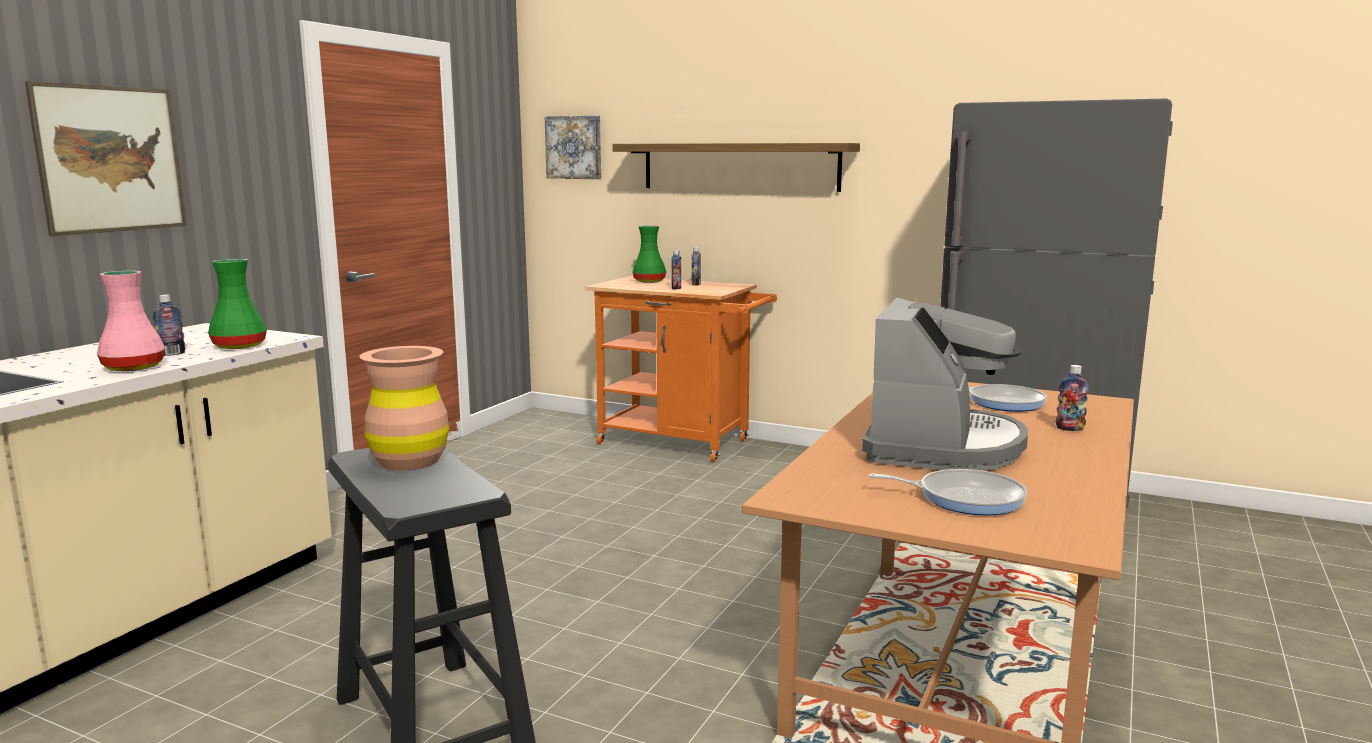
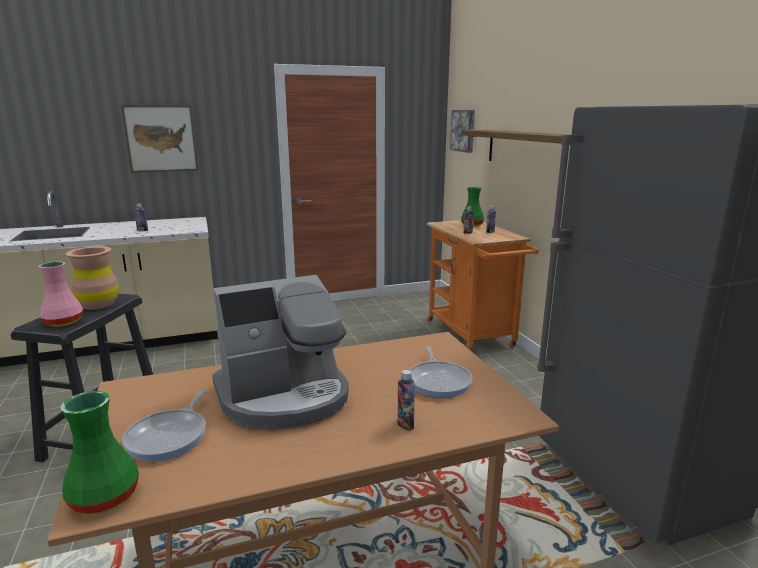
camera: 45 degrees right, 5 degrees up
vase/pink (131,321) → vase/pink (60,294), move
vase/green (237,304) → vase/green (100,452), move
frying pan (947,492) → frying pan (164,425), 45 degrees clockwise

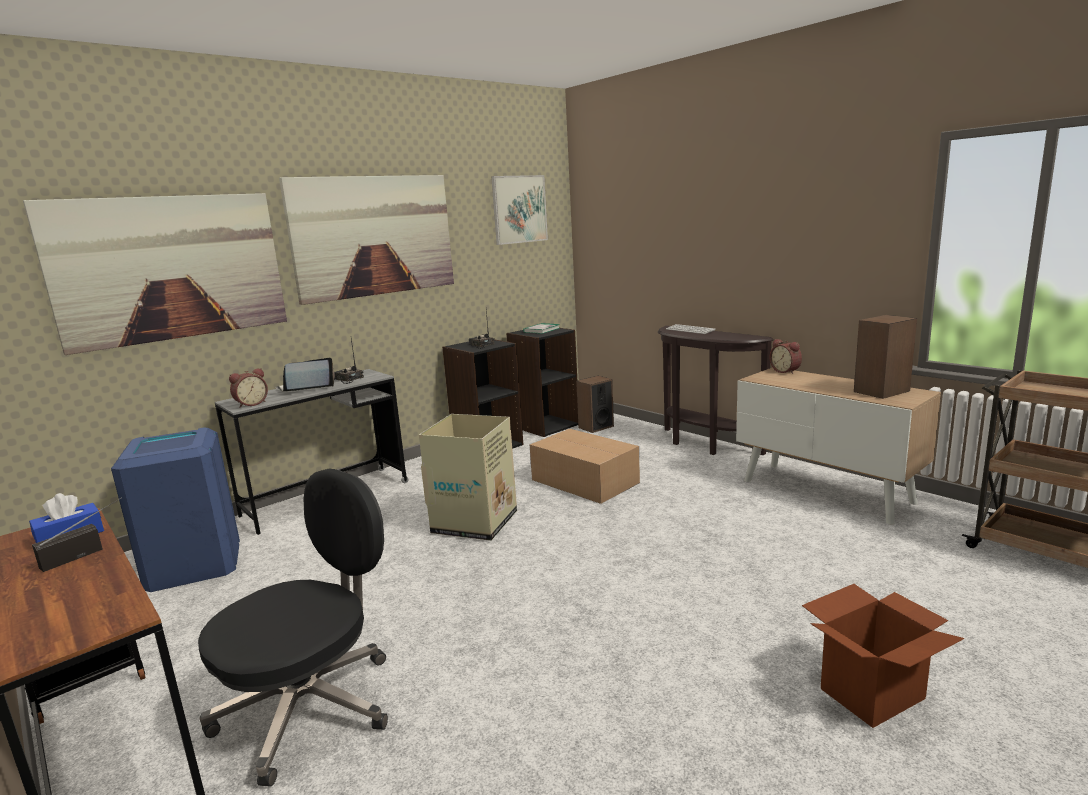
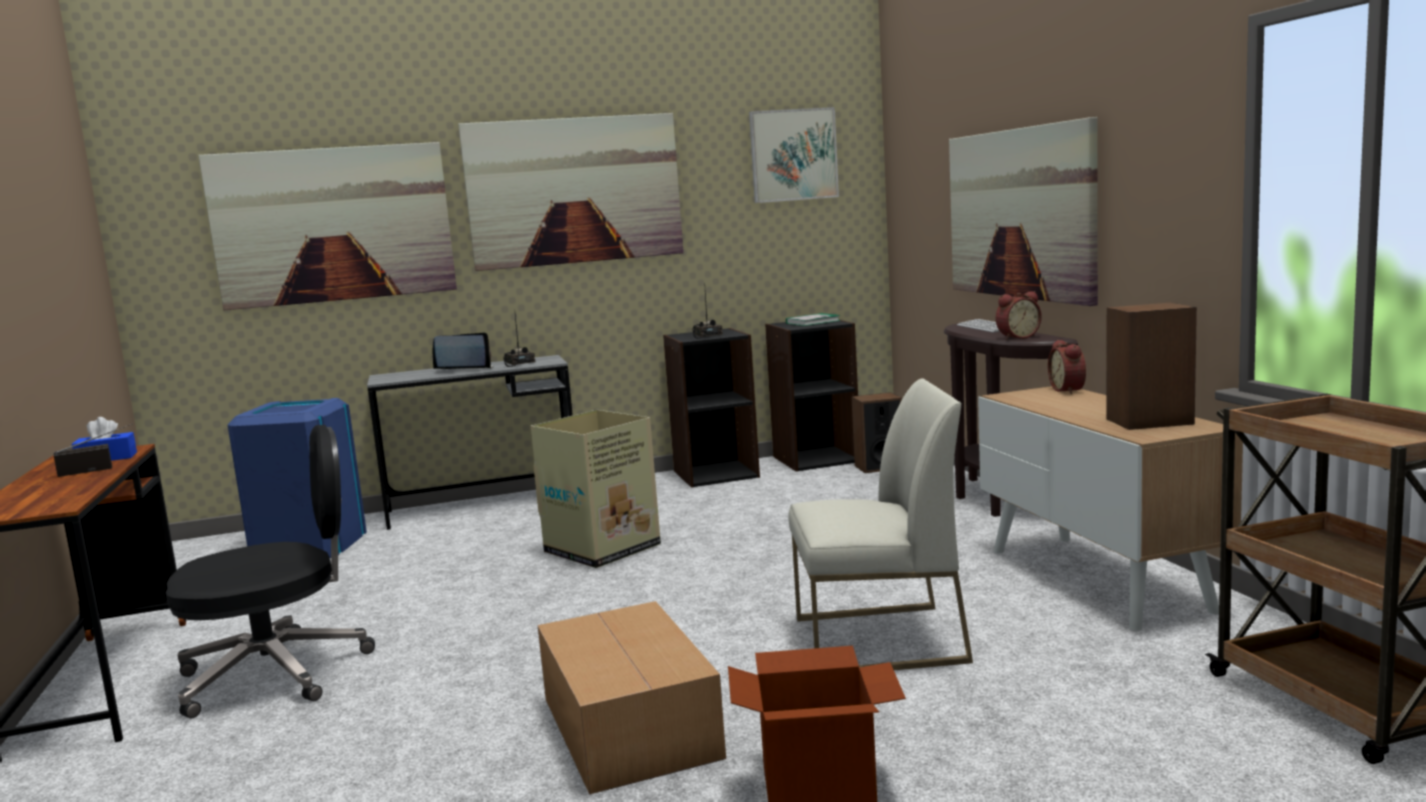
camera: 25 degrees right, 5 degrees down
- → chair/white (880,524)
- → picture (1023,211)
alarm clock (248,388) → alarm clock (1018,315), move
cardboard box (585,466) → cardboard box (632,698), move

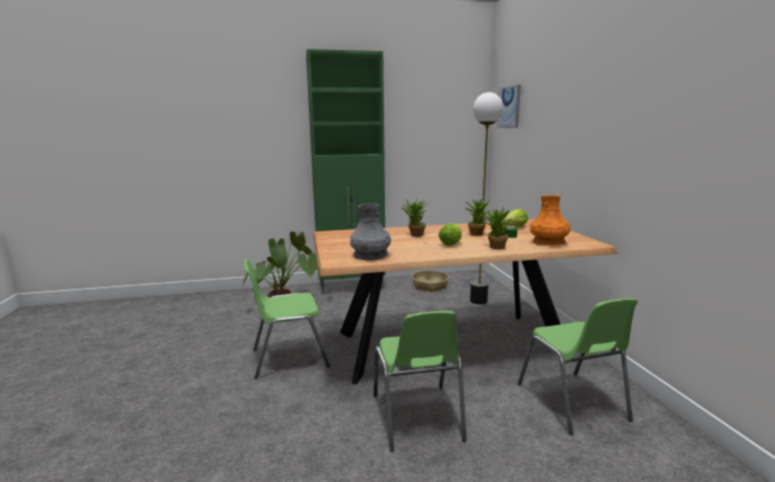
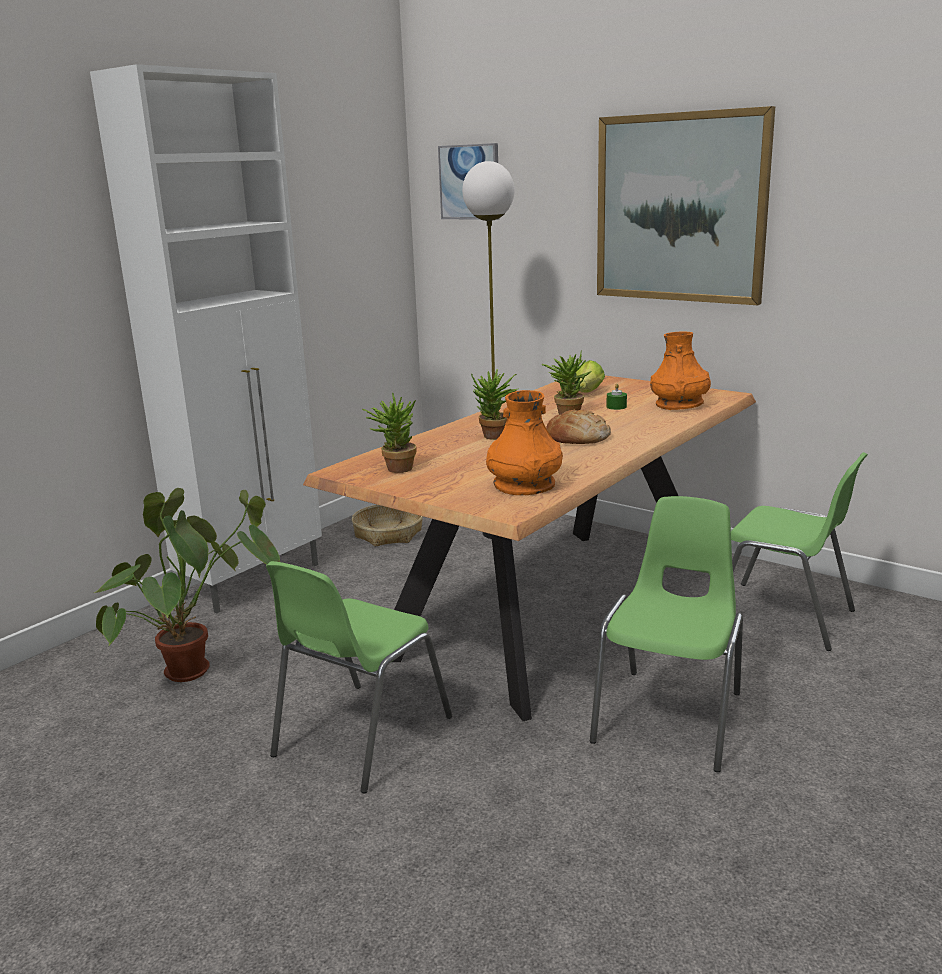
camera: 40 degrees left, 5 degrees up
- → picture (686,205)
potted plant (496,228) → potted plant (389,432), move
lettuce (450,234) → bread (578,426)
cabinet/green (346,171) → cabinet/white (206,338)
vase/grey (370,231) → vase/orange (524,442)
chair/green (420,381) → chair/green (666,634), 105 degrees counterclockwise

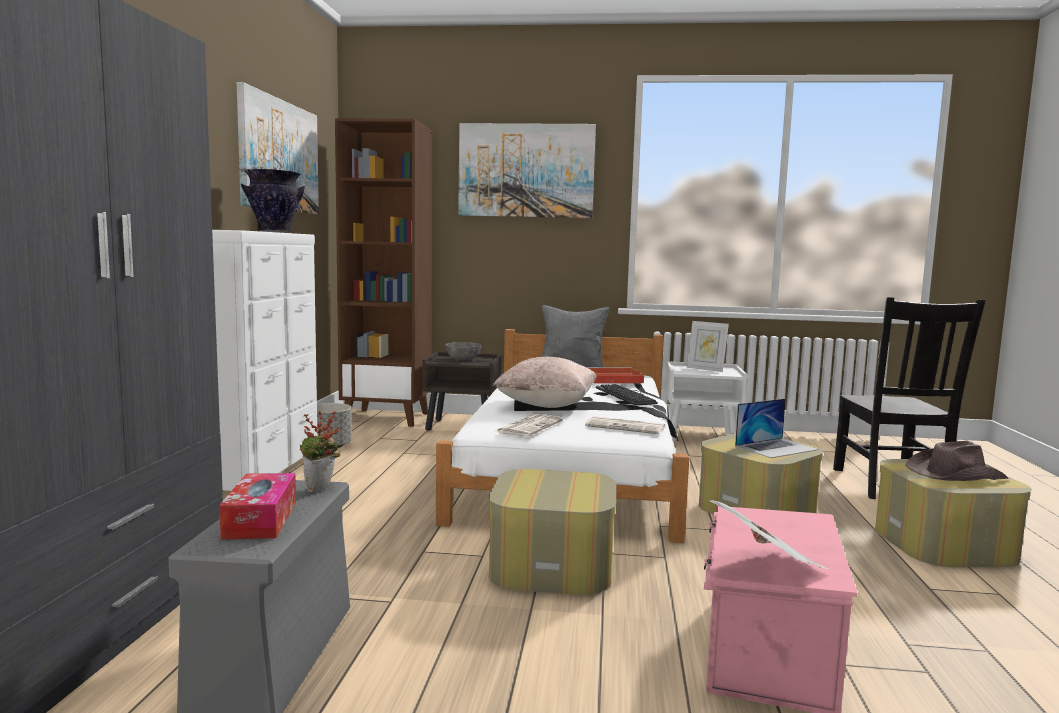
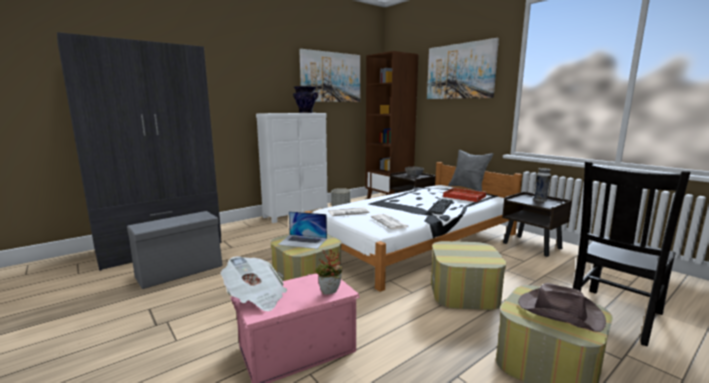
camera: 45 degrees right, 5 degrees up
tissue box (257,506) → -
pillow/beige (545,382) → -
potted plant (320,451) → potted plant (328,272), move
laptop (777,428) → laptop (302,230), move
picture frame (708,346) → vase (542,185)
nightstand/white (706,402) → nightstand/brown (537,224)

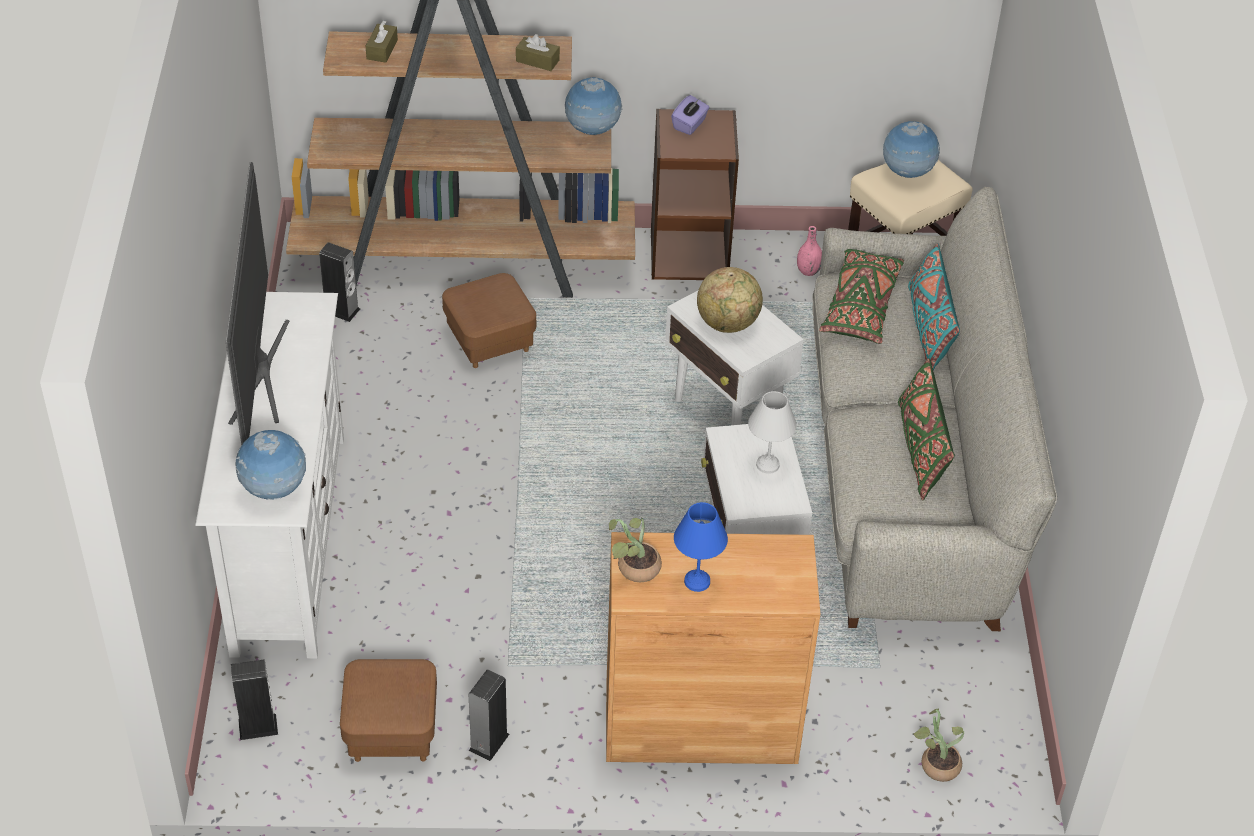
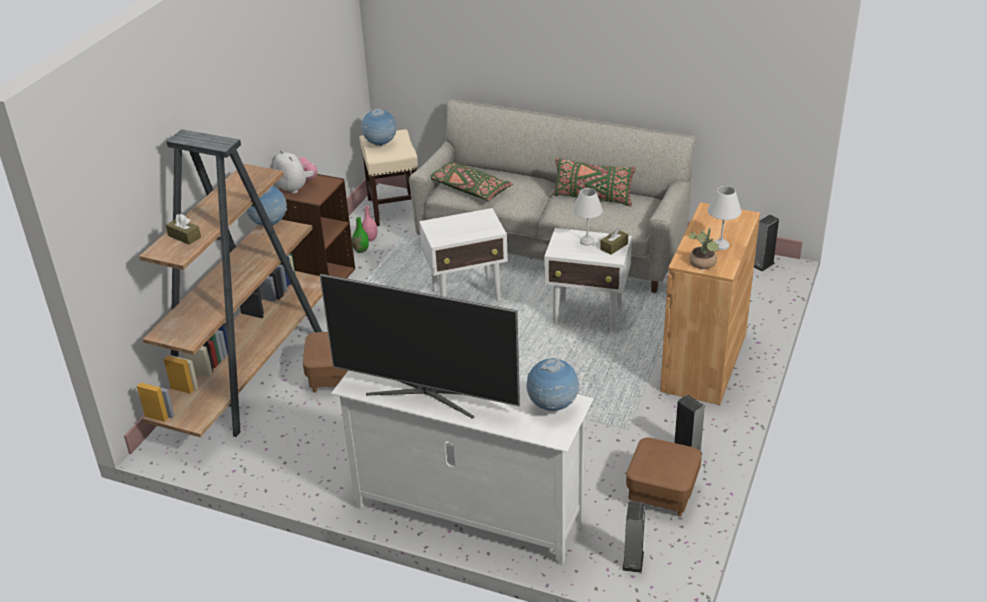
camera: 65 degrees left, 10 degrees down
globe (730,300) → -
pillow/turquoise (934,306) → -
potted plant (938,745) → -
- → vase/green (360,235)
speaker (339,282) → speaker (766,243), move
tissue box/brown (538,52) → tissue box/brown (614,241), move
tissue box/purple (690,115) → plush toy (295,172)
table lamp/blue (701,547) → table lamp/white (724,218)

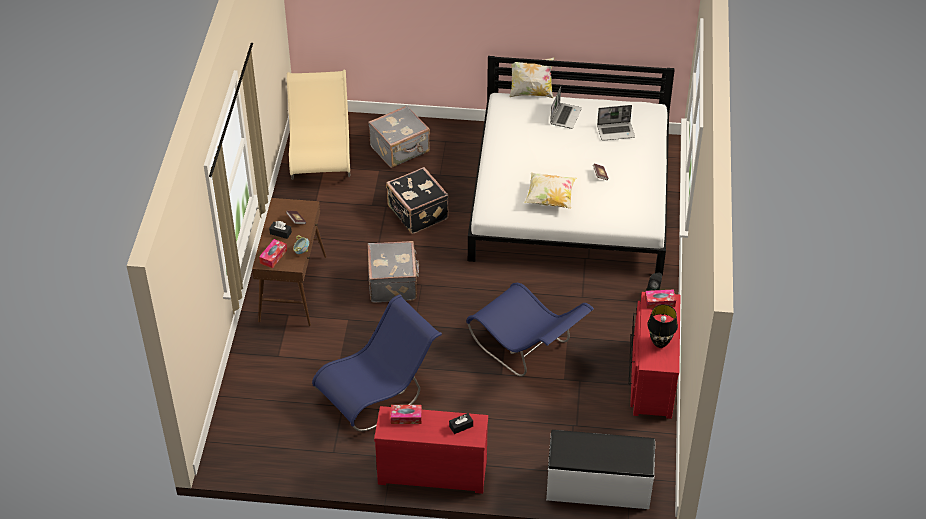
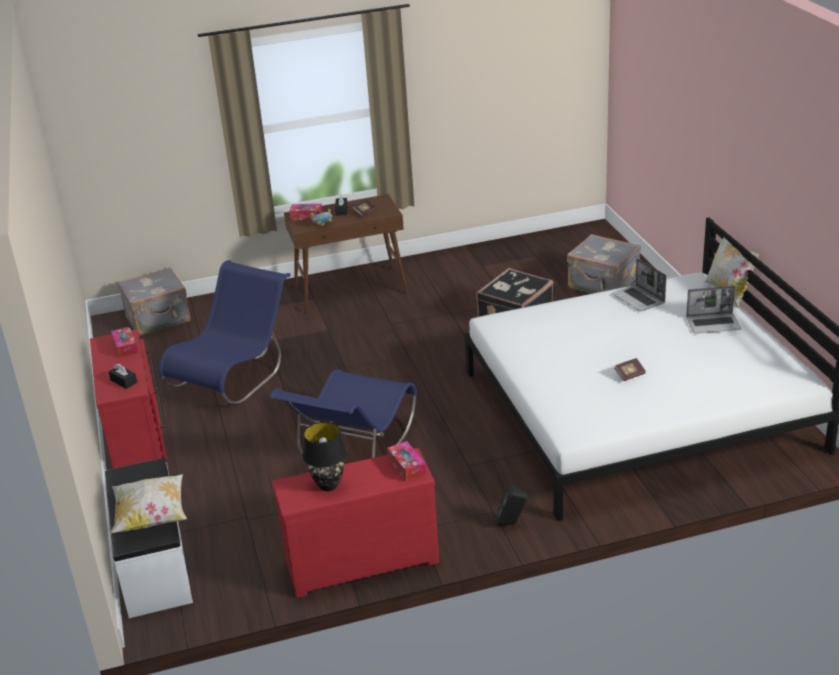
camera: 70 degrees right, 15 degrees down
chair/beige (318,125) → -
suitcase/grey (393,272) → suitcase/grey (154,301), move
pillow (550,191) → pillow (149,503), move
laptop (616,123) → laptop (639,284), move
chair/blue (377,362) → chair/blue (225,332), 90 degrees counterclockwise

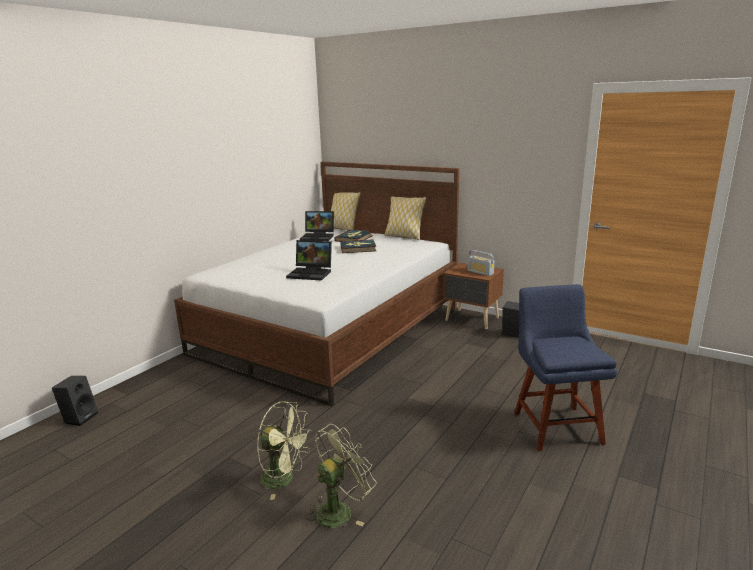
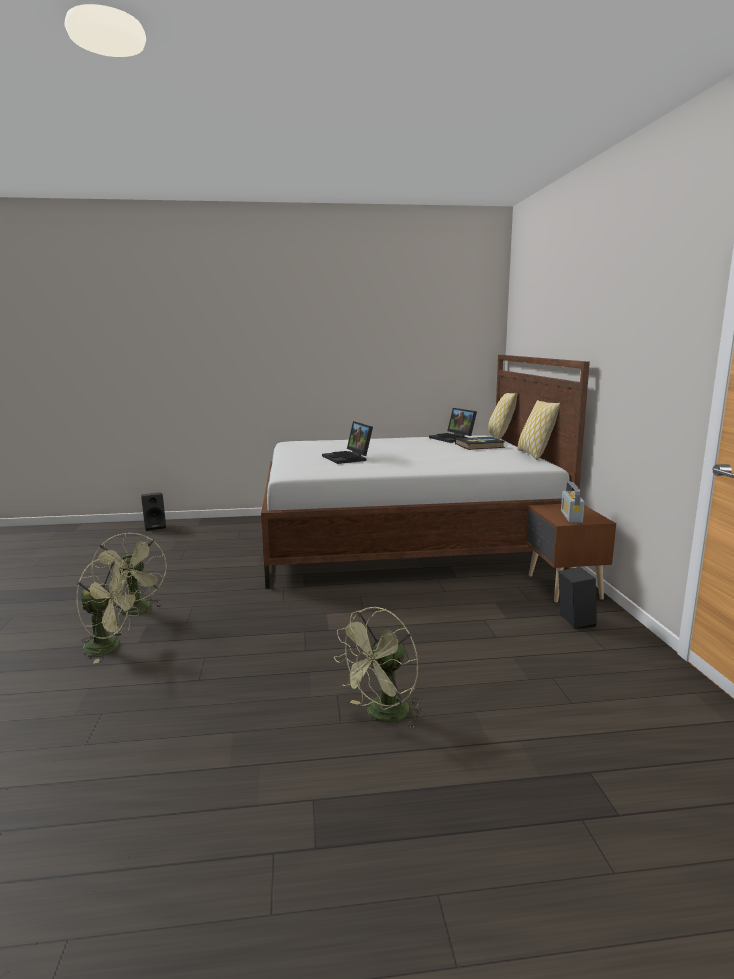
camera: 50 degrees right, 5 degrees down
book (358,246) → -
chair/blue (565,367) → fan/green (378,667)

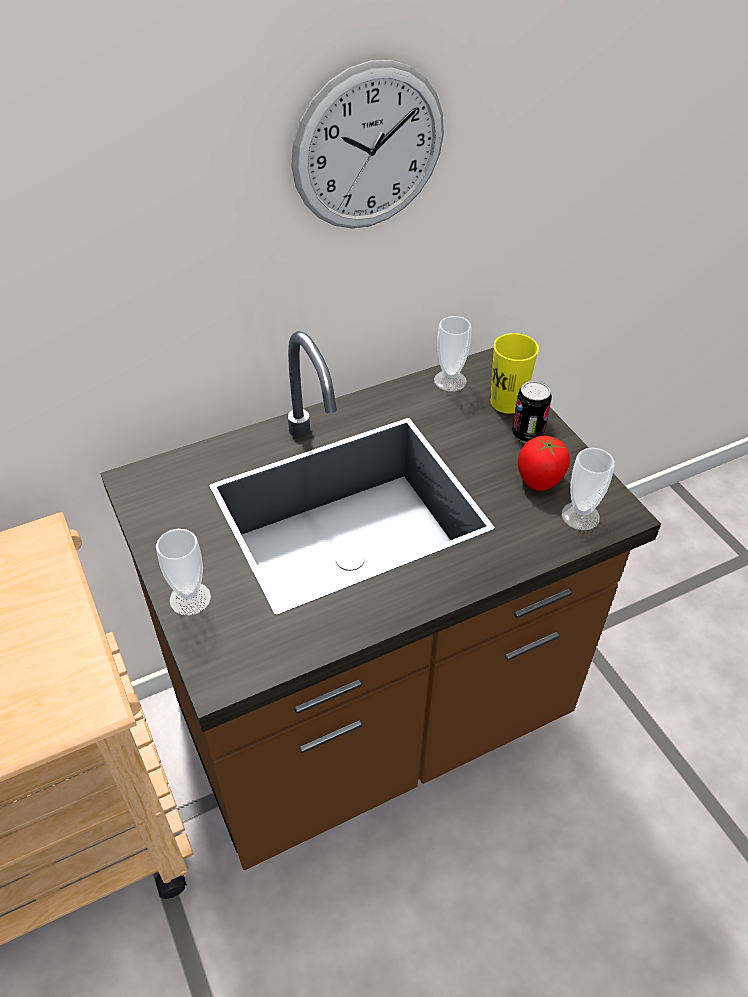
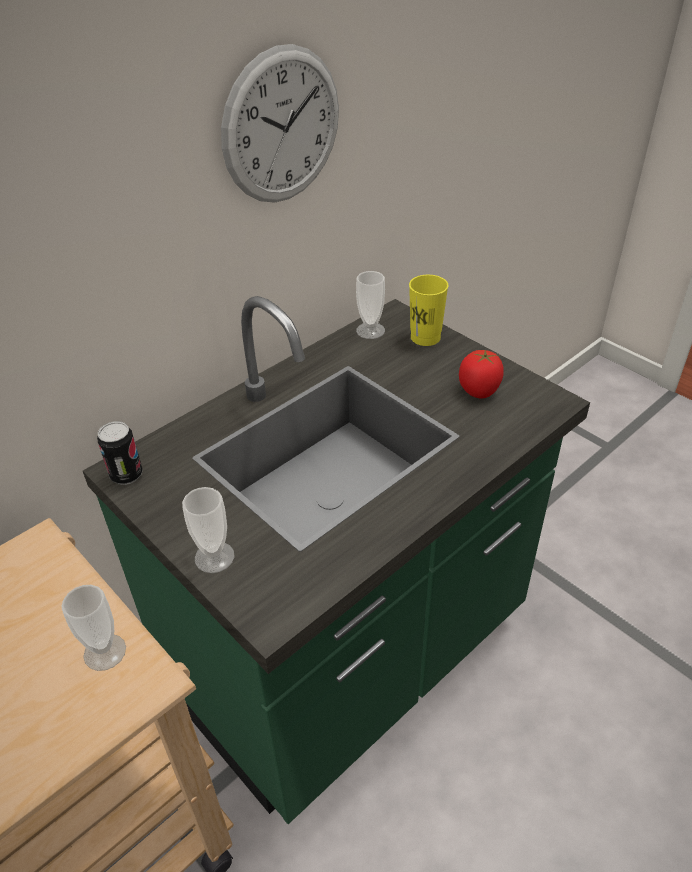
camera: 15 degrees left, 5 degrees down
can (532,412) → can (120,453), move
cup (588,489) → cup (93,628), move
counter/brown (380,600) → counter/green (336,560)

